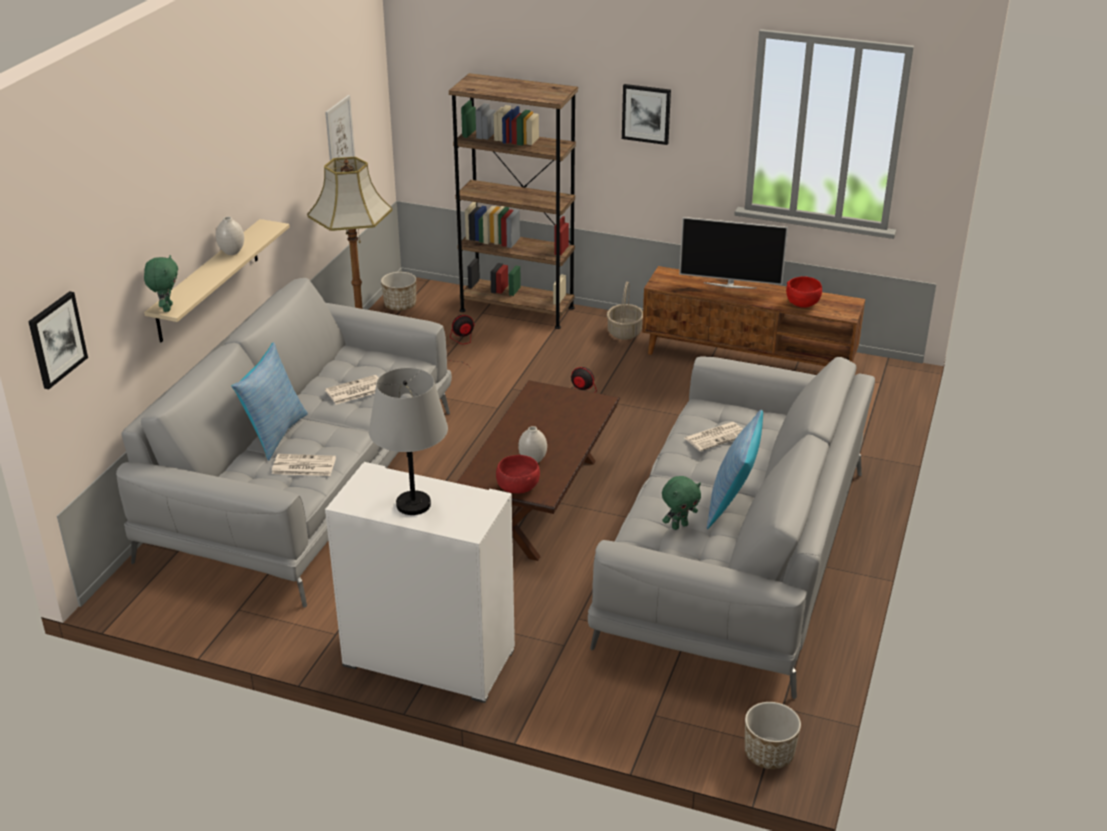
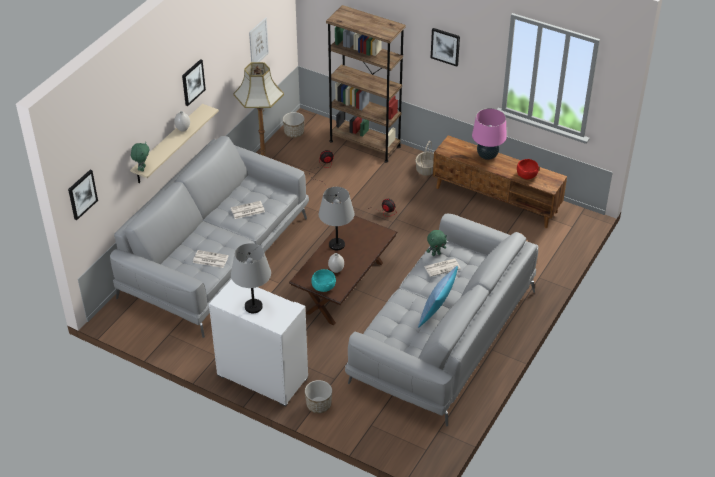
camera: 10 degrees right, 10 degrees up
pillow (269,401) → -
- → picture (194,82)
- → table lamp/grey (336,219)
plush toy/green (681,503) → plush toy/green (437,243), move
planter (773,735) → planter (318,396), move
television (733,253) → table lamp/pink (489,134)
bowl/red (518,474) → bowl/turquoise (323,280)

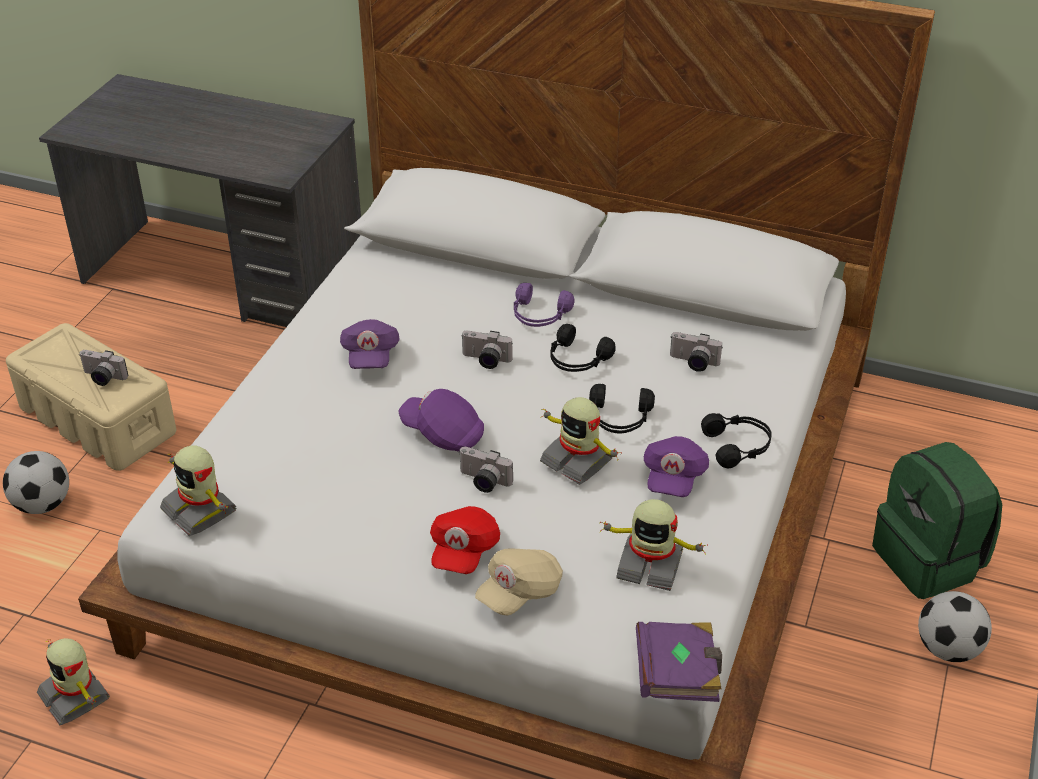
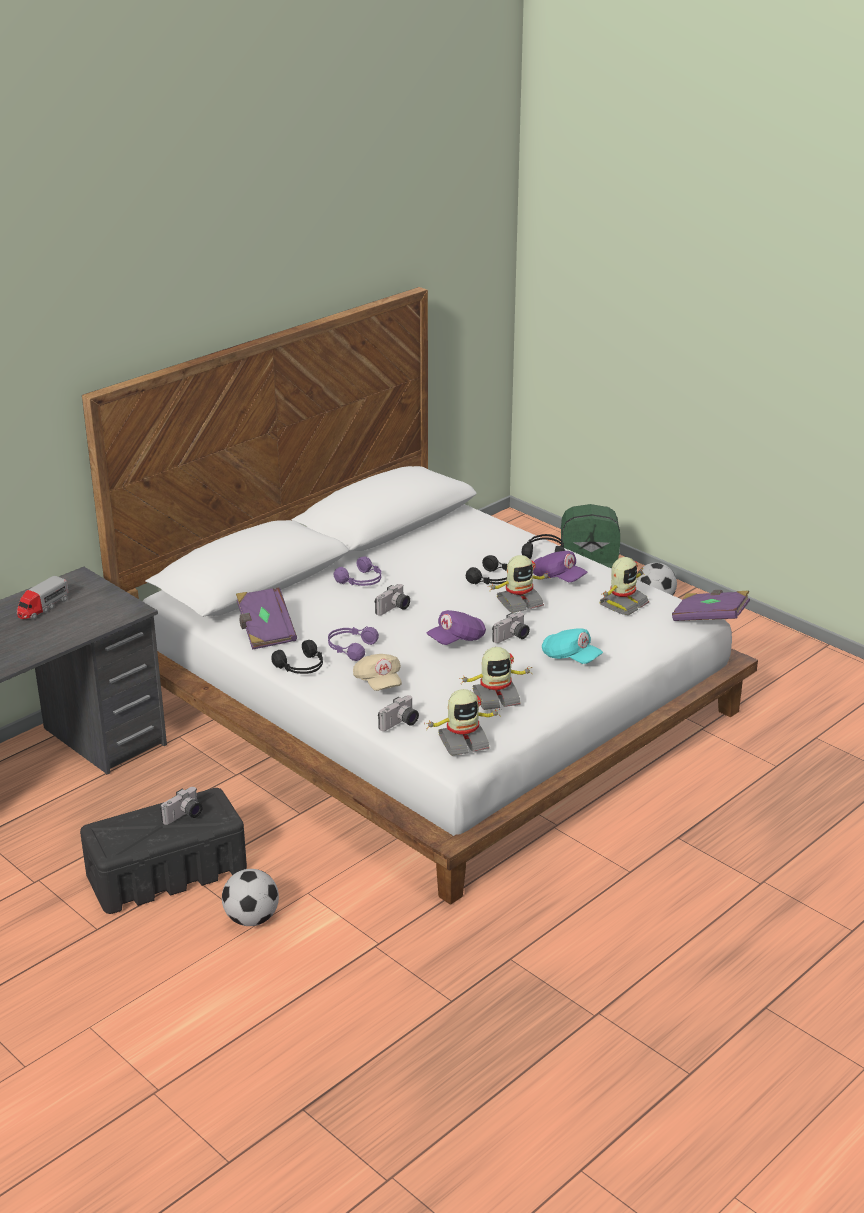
camera: 65 degrees left, 10 degrees down
- → toy truck (42,598)
- → book/purple (266,618)
toy robot (73,681) → toy robot (495,678), move
cap/beige (519,581) → cap/beige (377,672), move
headphones/black (583,348) → headphones/black (297,657), move
photo camera (696,352) → photo camera (398,713), move
cap/purple (370,344) → headphones/purple (353,643)
storage box/beige (91,397) → storage box/black (163,851)
cap/red (465,540) → cap/turquoise (572,646)

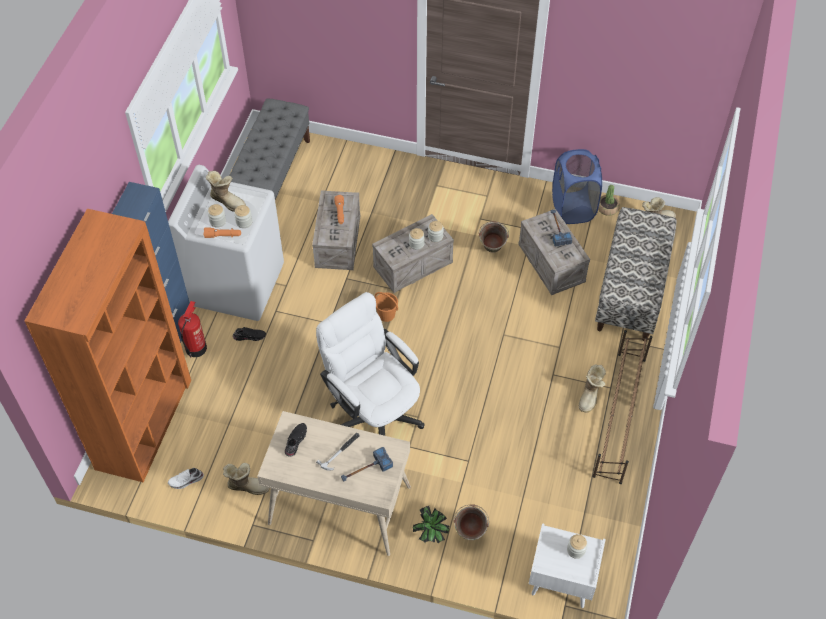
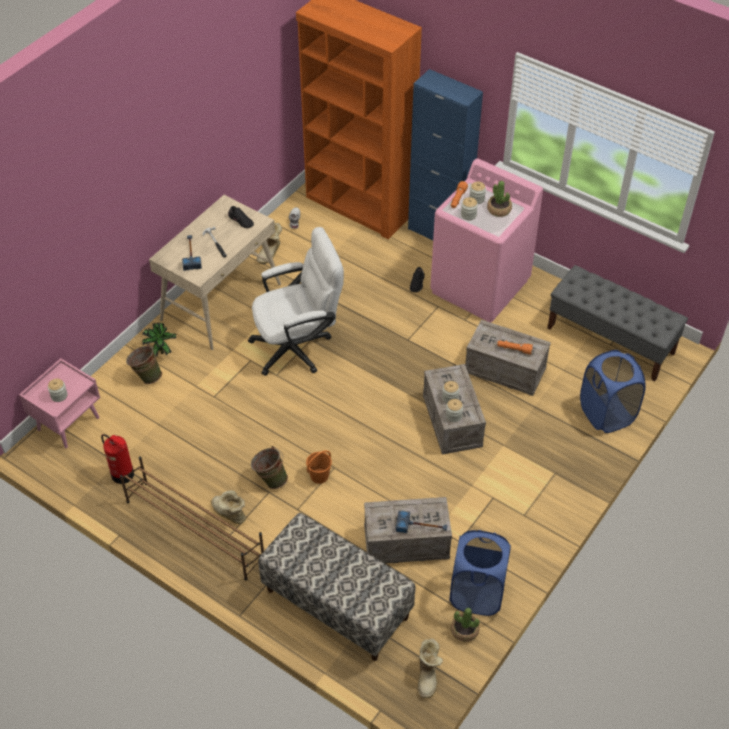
camera: 110 degrees right, 5 degrees down
- → laundry basket/blue (613,391)
fire extinguisher (192,329) → fire extinguisher (117,459), move
bucket/orange (386,307) → bucket/orange (319,467), move
bucket/green (494,237) → bucket/green (269,467), move
boot (226,191) → potted plant (499,199)
washing machine/white (226,243) → washing machine/pink (486,240)
nightstand/white (567,565) → nightstand/pink (59,403)

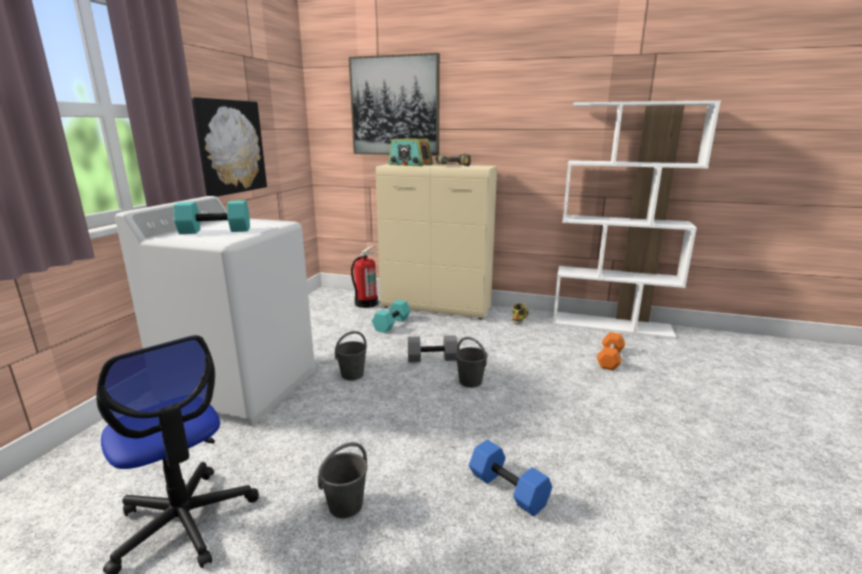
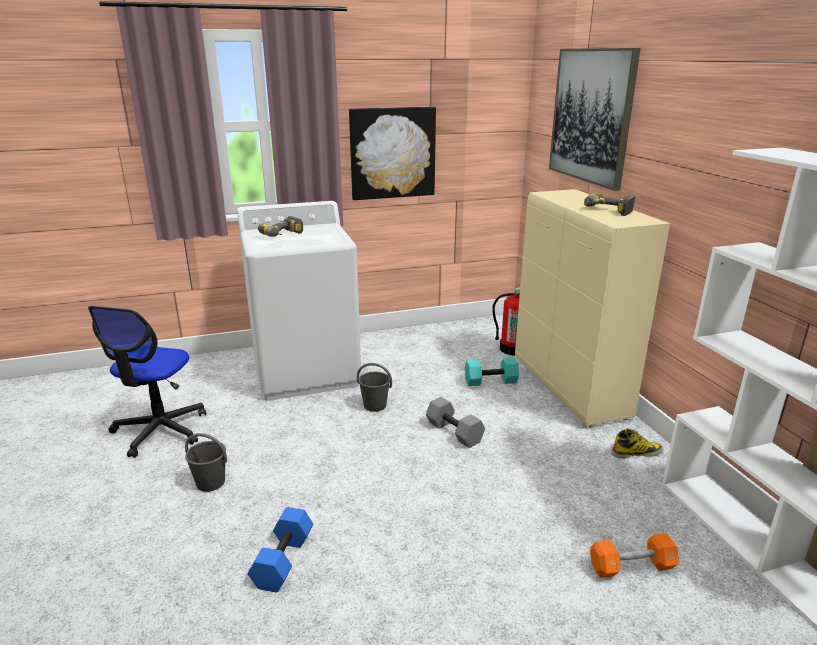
camera: 55 degrees right, 5 degrees up
radio (410,152) → -
bucket/grey (471,362) → -
dumbbell/turquoise (212,217) → power drill (280,226)

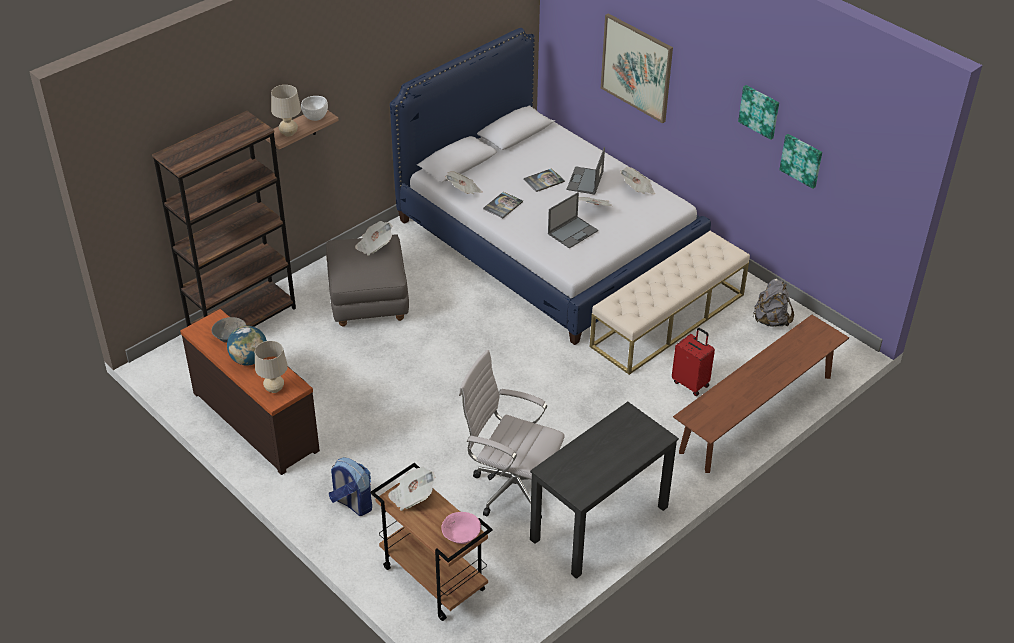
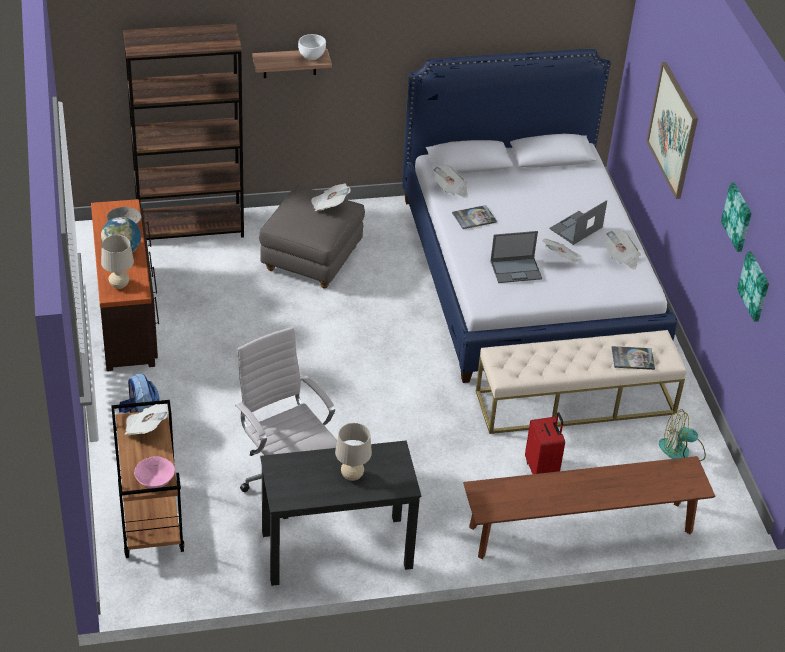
camera: 30 degrees right, 0 degrees up
table lamp/beige (286,111) → table lamp/beige (353,452), move
book (544,180) → book (633,358), move
backpack/grey (773,303) → fan (682,435)

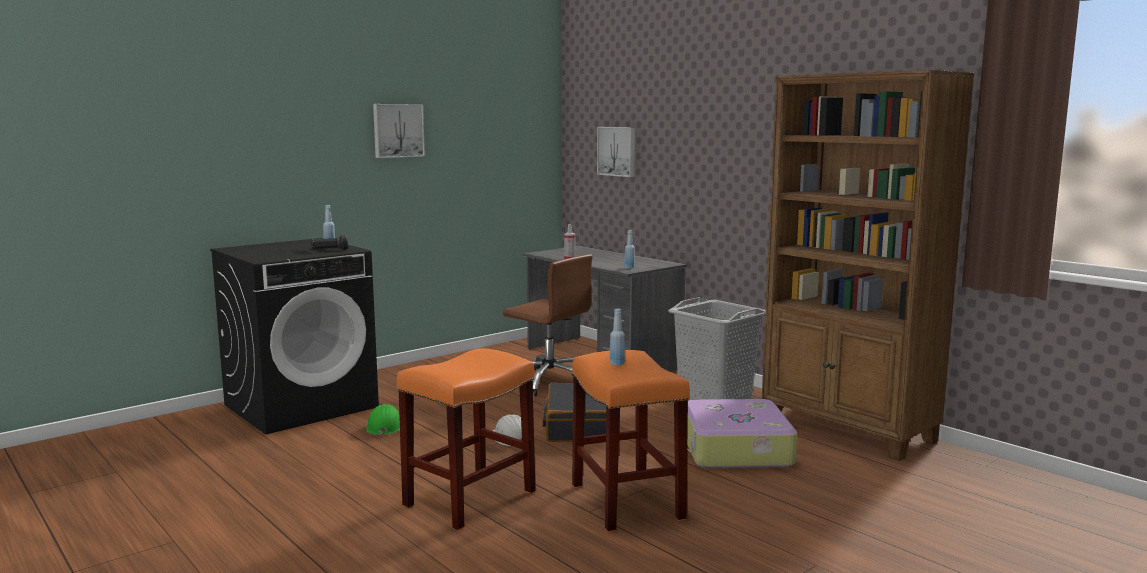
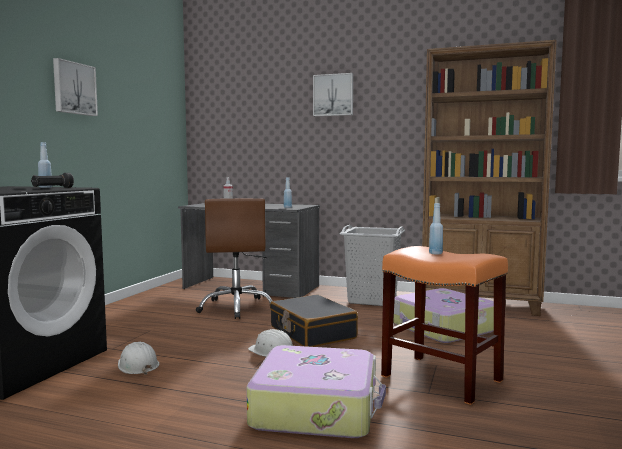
camera: 30 degrees left, 5 degrees down
picture (616,152) → picture (333,94), move
stool/orange (466,439) → suitcase (316,391)
hard hat/green (383,420) → hard hat/white (139,358)
office chair/brown (548,325) → office chair/brown (234,258), 75 degrees clockwise

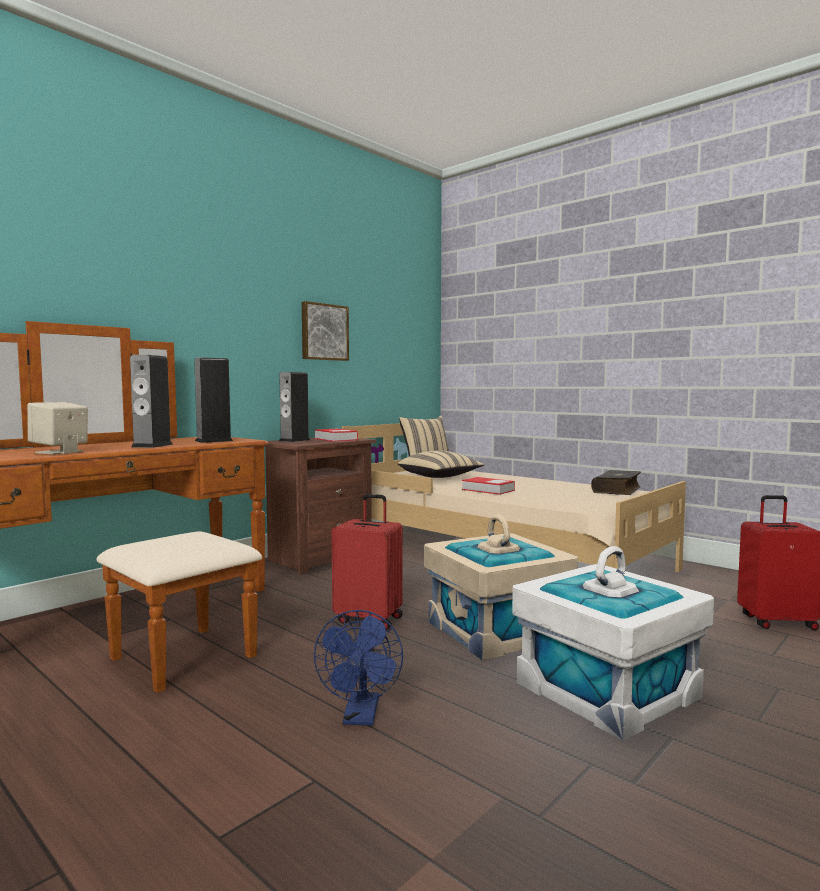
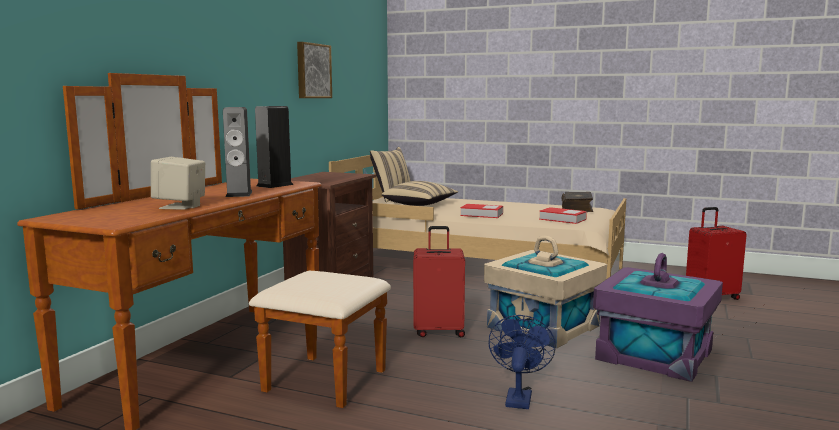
camera: 20 degrees left, 5 degrees up
speaker (294,407) → -
book (336,435) → book (563,215), move
storage box/white (613,643) → storage box/purple (658,317)
fan/blue (358,667) → fan/blue (522,362), 150 degrees counterclockwise

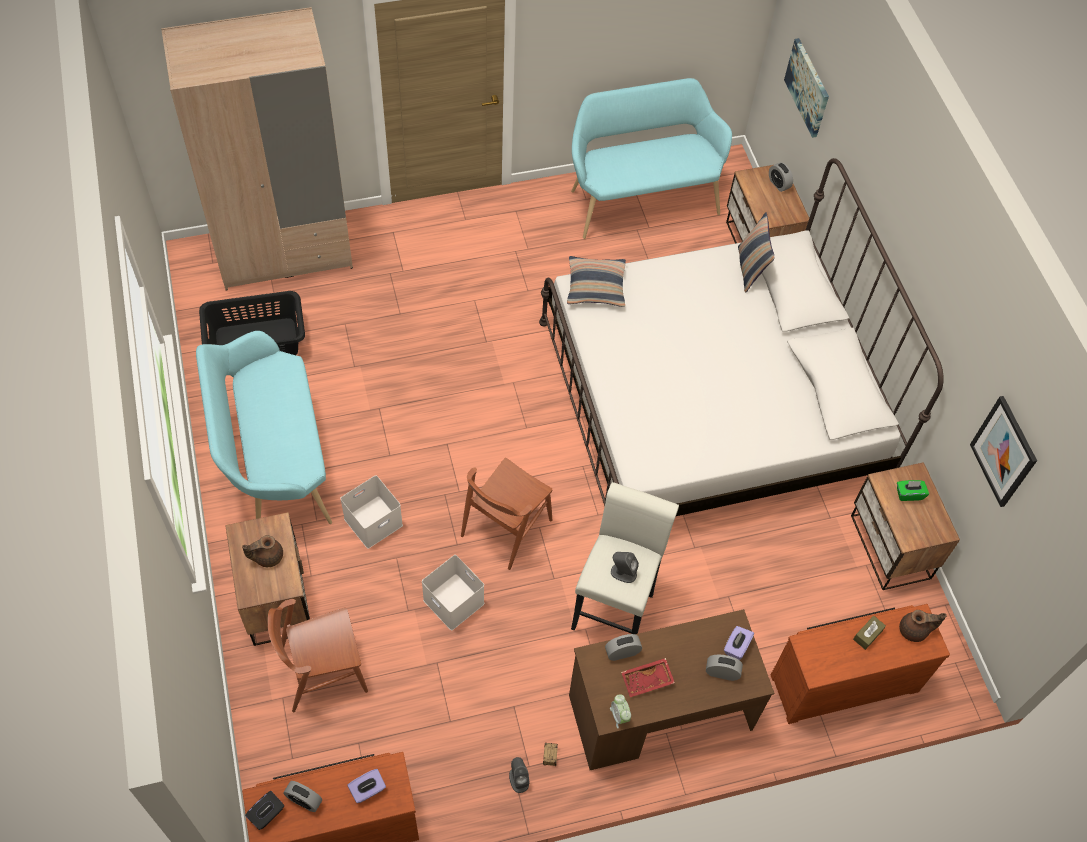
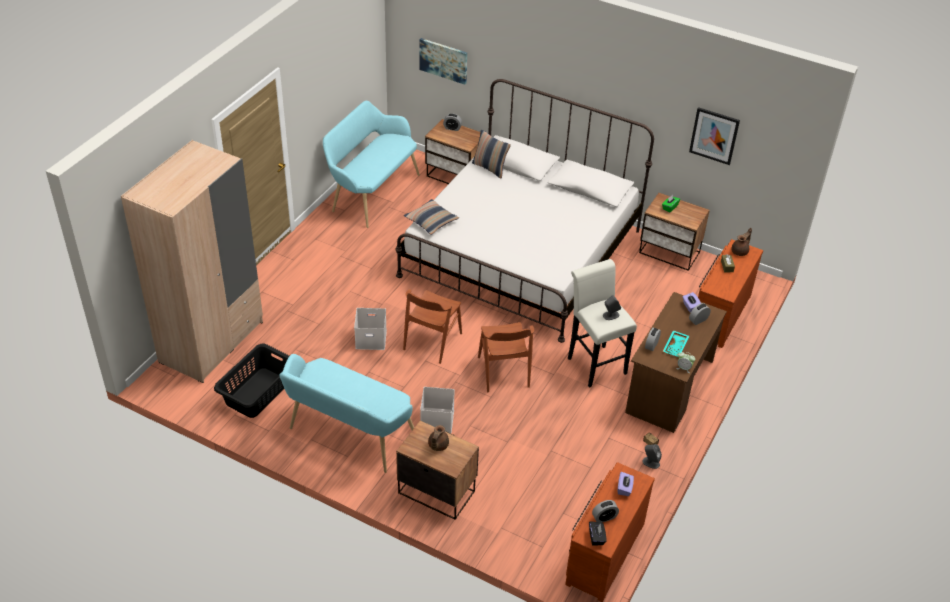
camera: 45 degrees left, 15 degrees down
chair/brown (318,656) → chair/brown (432,326), move
storage box/white (453,592) → storage box/white (370,329), move
tray/red (648,677) → tray/turquoise (676,344)

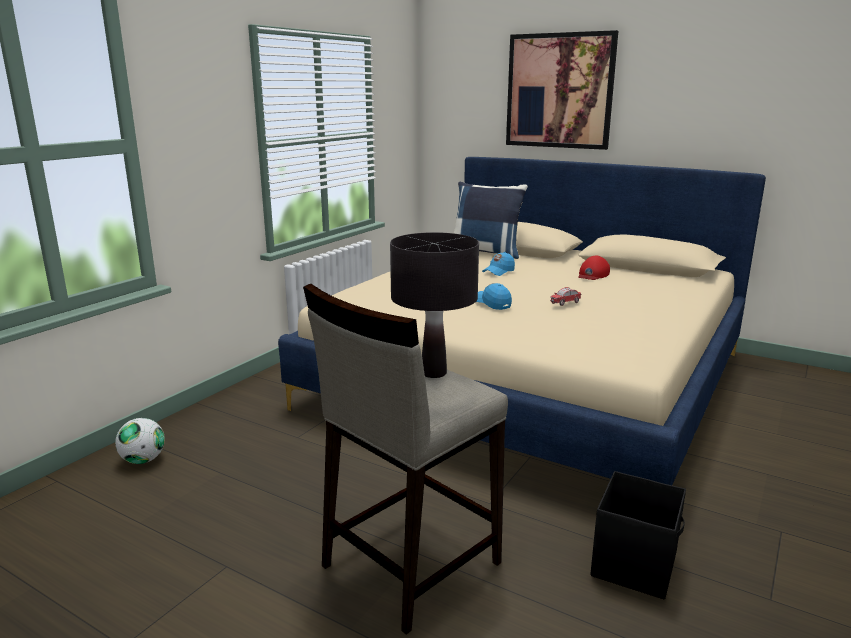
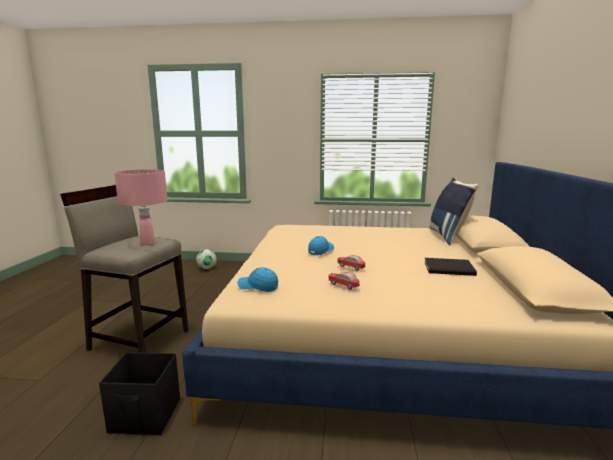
camera: 65 degrees right, 5 degrees down
picture (562,90) → -
- → toy car (344,281)
cap/blue (498,264) → cap/blue (257,279), move
cap/red (594,268) → book/black (450,267)
table lamp/black (434,305) → table lamp/pink (140,207)

